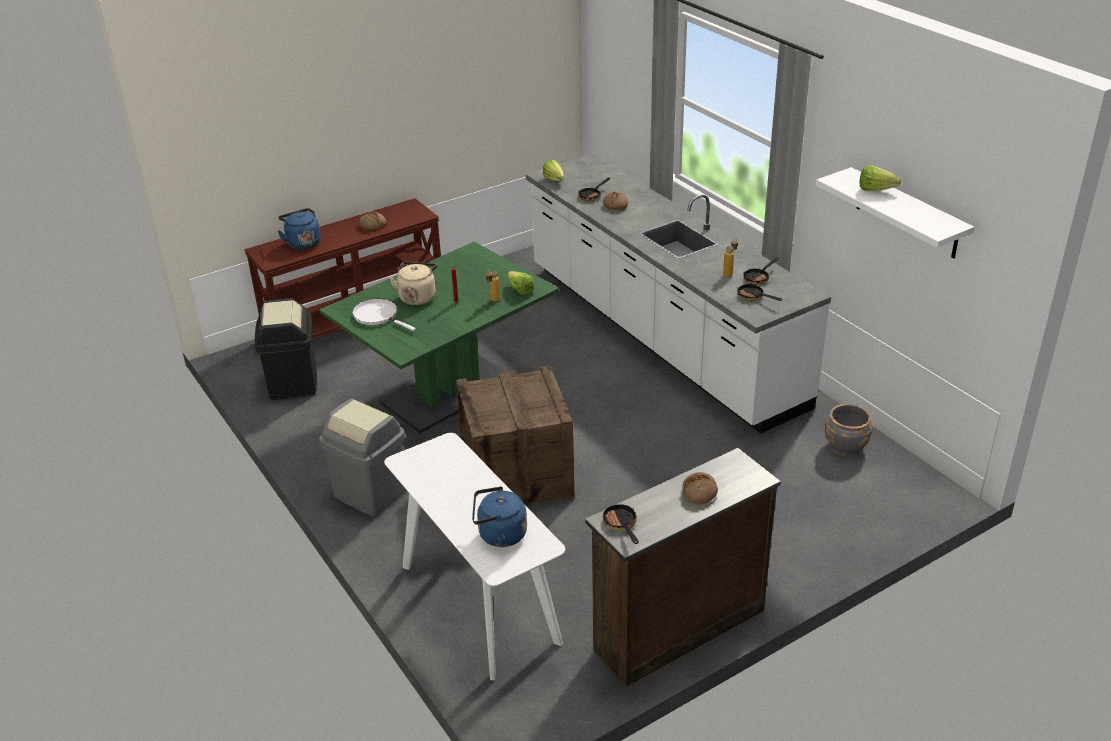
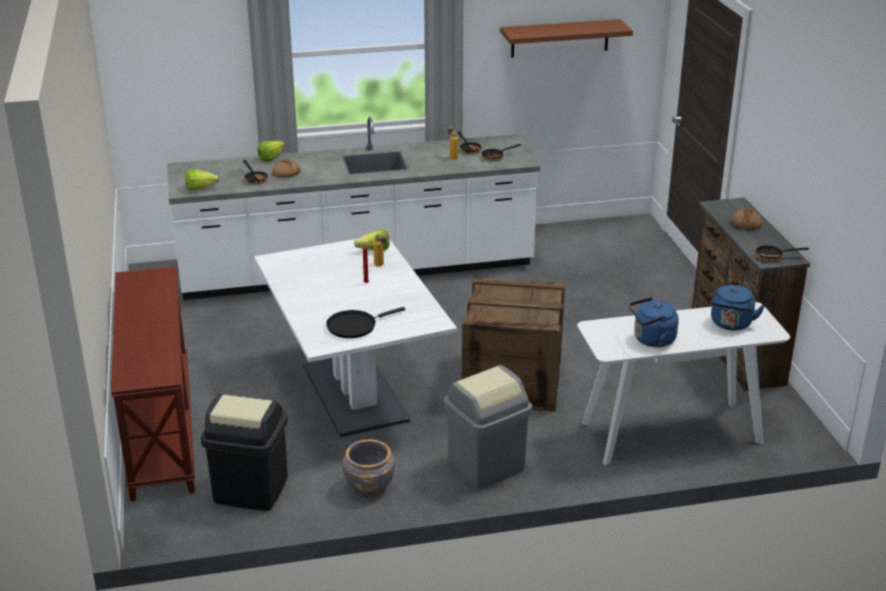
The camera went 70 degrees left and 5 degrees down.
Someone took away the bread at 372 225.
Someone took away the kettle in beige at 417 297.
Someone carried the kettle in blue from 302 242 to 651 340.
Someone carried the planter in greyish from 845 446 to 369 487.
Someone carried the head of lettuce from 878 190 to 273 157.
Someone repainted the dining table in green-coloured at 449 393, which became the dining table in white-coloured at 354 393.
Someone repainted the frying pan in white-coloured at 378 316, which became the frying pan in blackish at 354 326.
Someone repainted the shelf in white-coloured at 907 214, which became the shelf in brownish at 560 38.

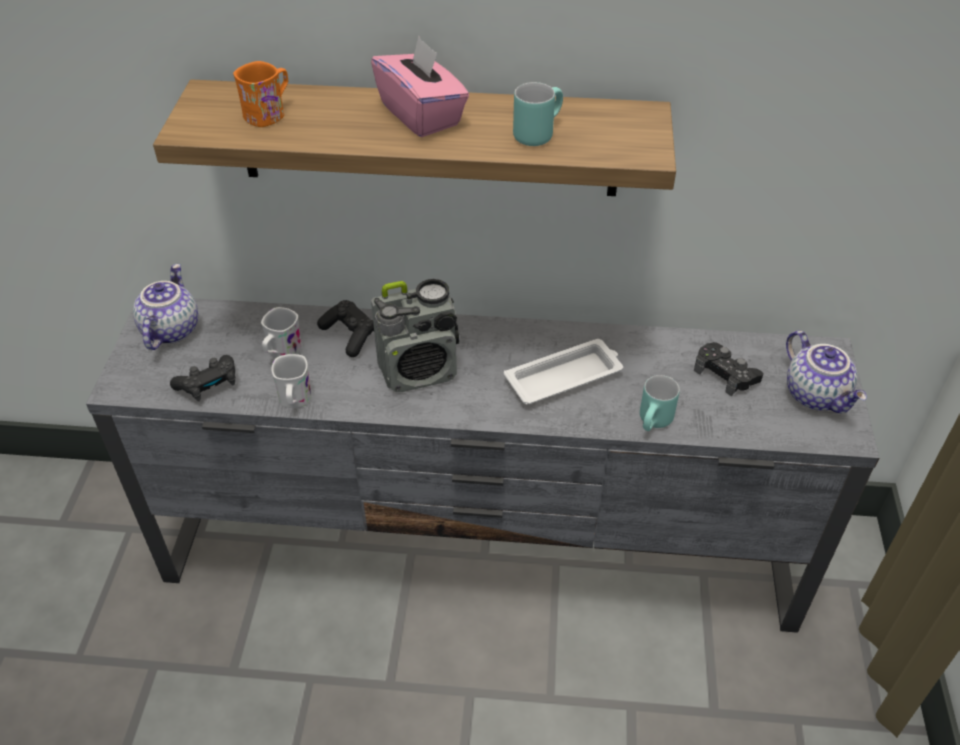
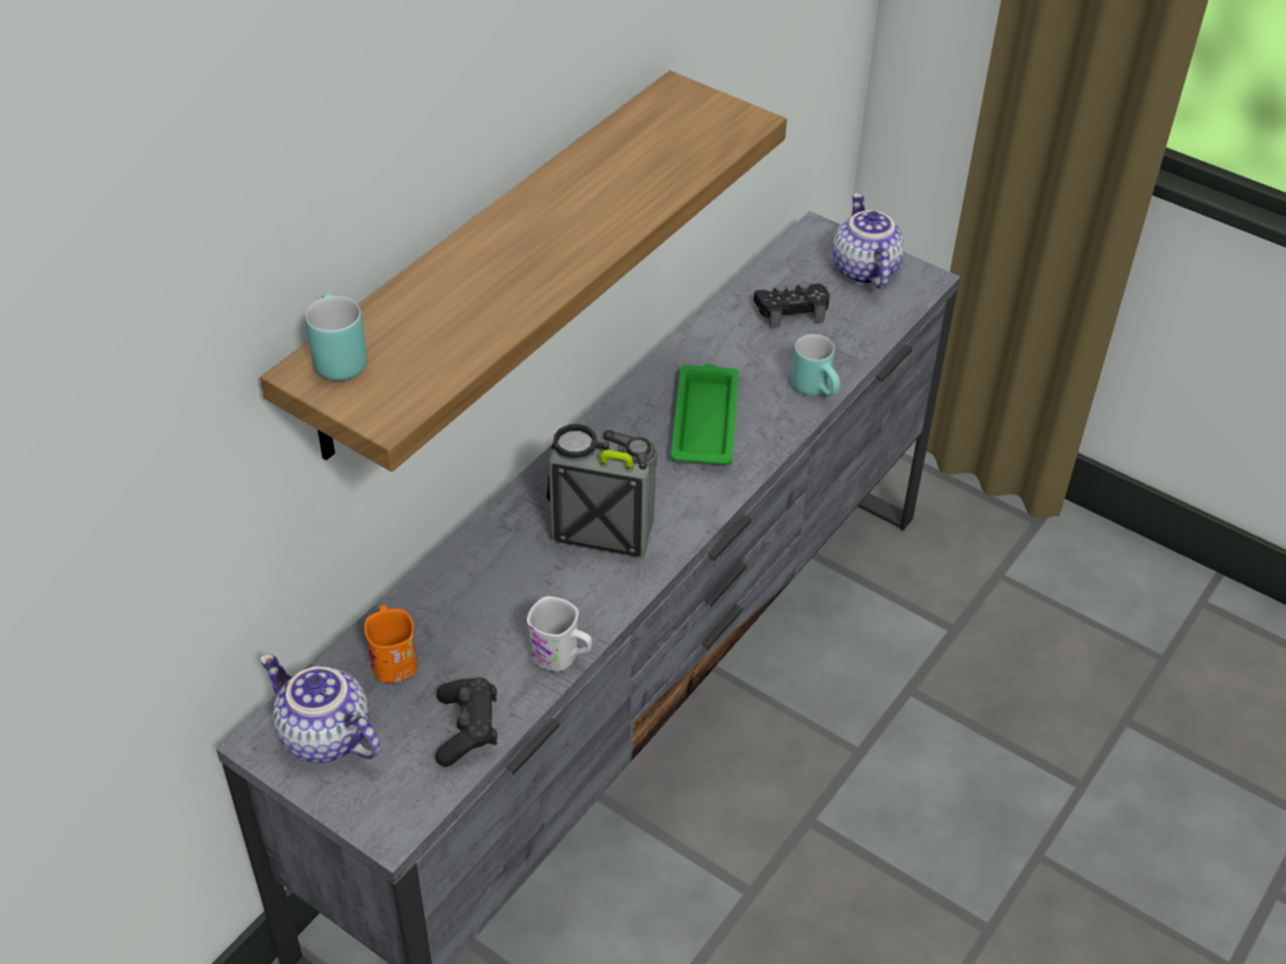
The camera went 60 degrees left and 0 degrees up.
Someone took away the coffee mug in white-coloured at 282 352.
Someone took away the game controller in blackish at 350 335.
Someone took away the box of tissues in pinkish at 422 115.
Someone carried the coffee mug in orange-coloured from 269 113 to 392 658.
Someone carried the coffee mug in turquoise-coloured from 536 132 to 335 358.
Someone repainted the tray in white-coloured at 565 377, which became the tray in green-coloured at 705 420.
Someone rotated the radio set at 419 371 by 90 degrees counterclockwise.
Someone rotated the pot for tea at 817 395 by 105 degrees counterclockwise.

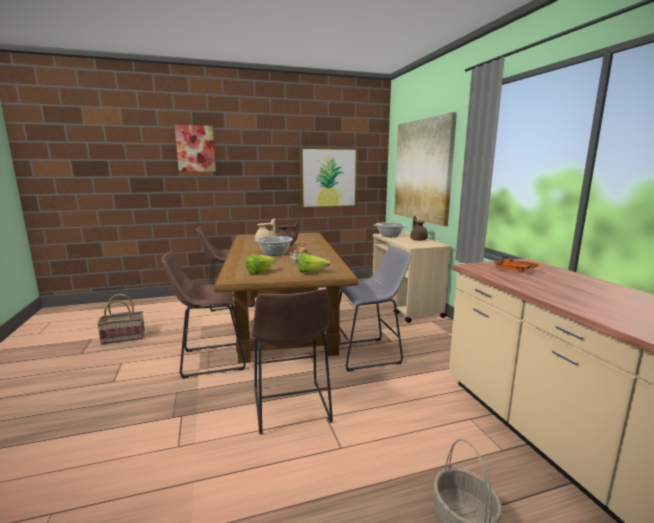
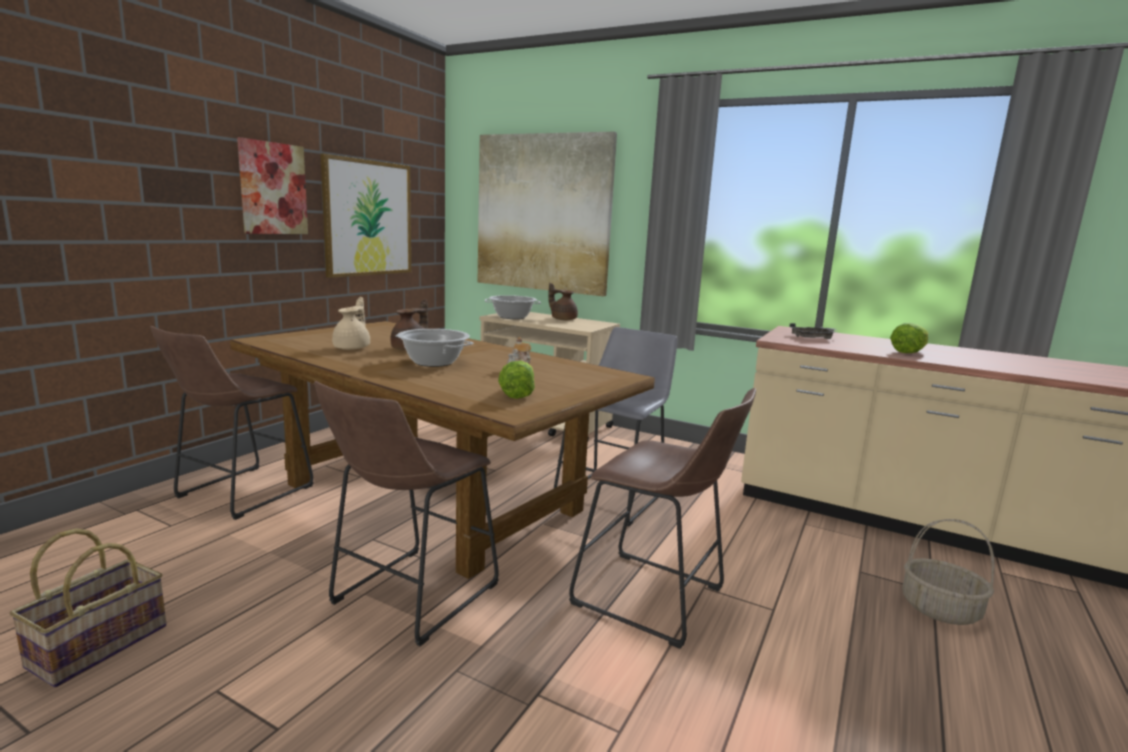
The camera went 45 degrees left and 0 degrees up.
Someone carried the wall picture from 195 148 to 273 188.
Someone carried the head of lettuce from 311 272 to 909 352.
Someone repainted the tray in orange-coloured at 514 270, which became the tray in greyish at 813 338.

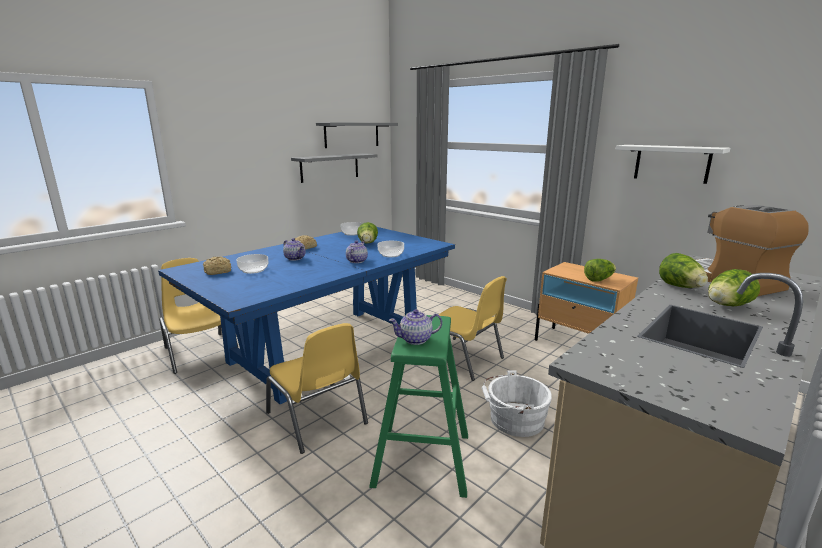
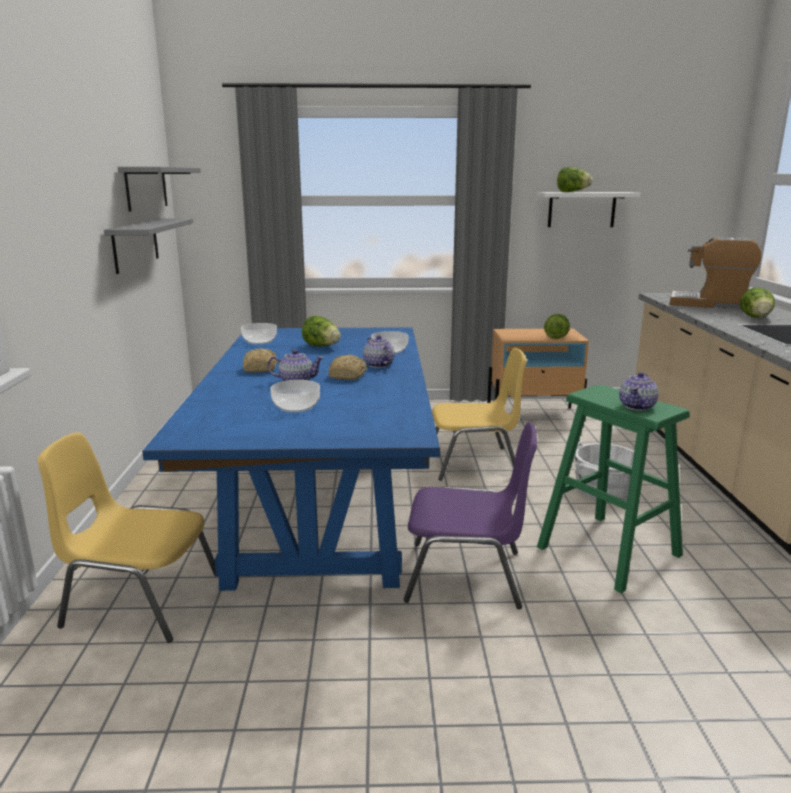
The camera went 45 degrees left and 0 degrees up.
Someone carried the bread from 218 271 to 348 375.
Someone carried the head of lettuce from 680 287 to 572 192.
Someone repainted the upright chair in yellowish at 318 419, which became the upright chair in purple at 466 576.

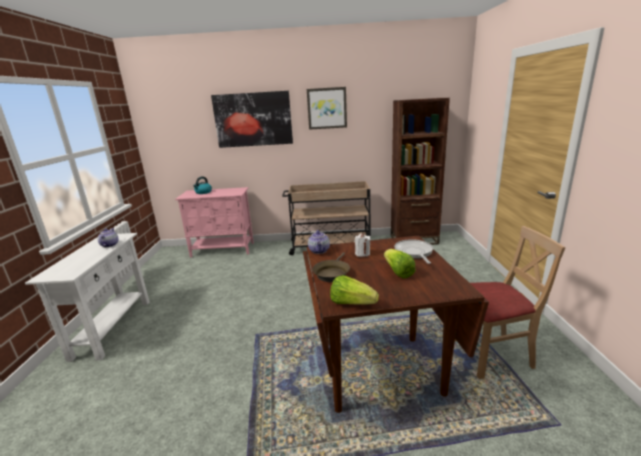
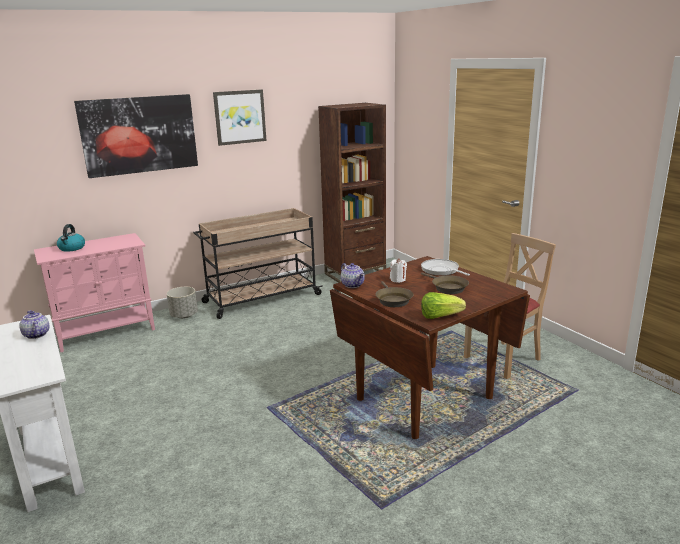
The camera went 30 degrees left and 0 degrees up.
Someone put down the planter in greyish at 184 315.
Someone swapped the head of lettuce at 397 272 for the frying pan in brownish at 447 288.

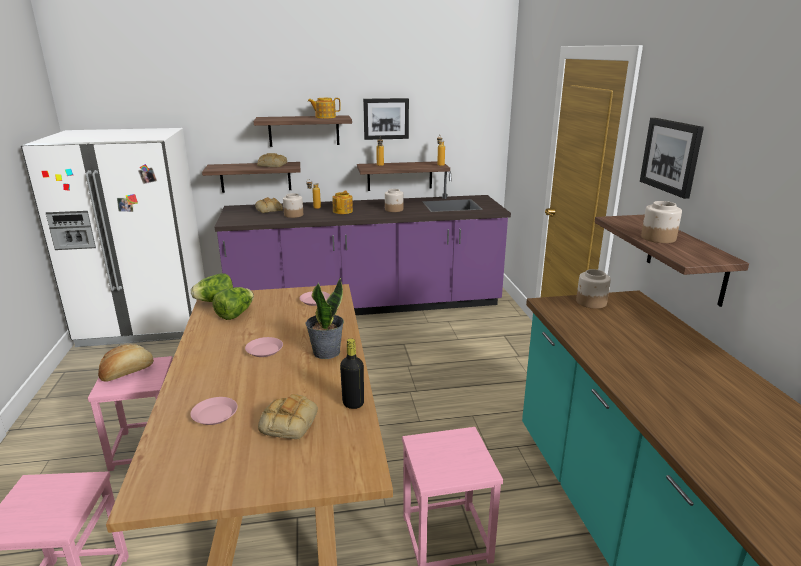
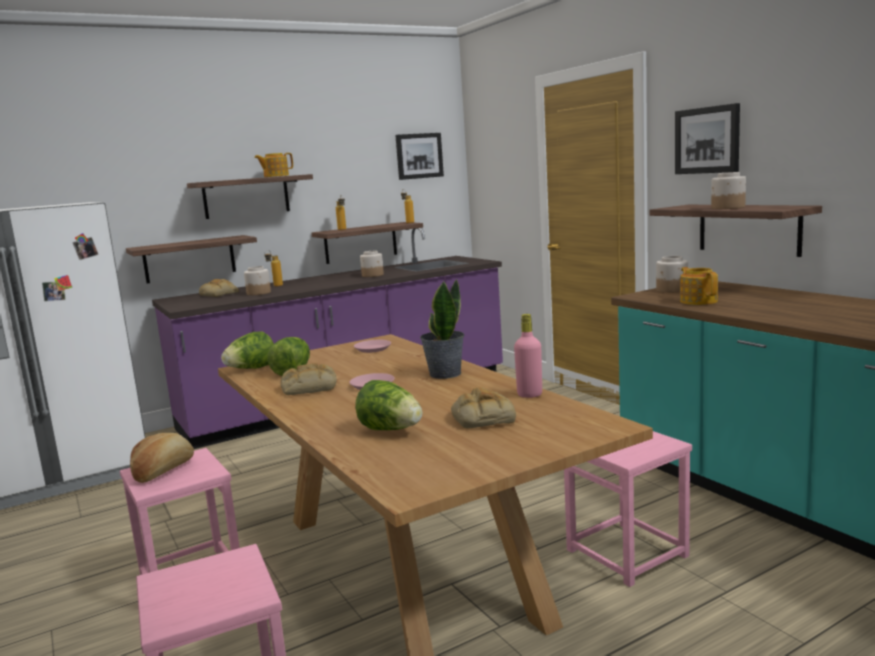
The camera went 20 degrees left and 10 degrees down.
Someone carried the bread from 271 165 to 308 388.
Someone carried the pot for tea from 343 211 to 698 301.
Someone carried the wall picture from 386 118 to 419 156.
Someone swapped the flat dish in pinkish at 214 414 for the head of lettuce at 391 430.
Someone repainted the drink bottle in blackish at 353 403, which became the drink bottle in pinkish at 529 395.

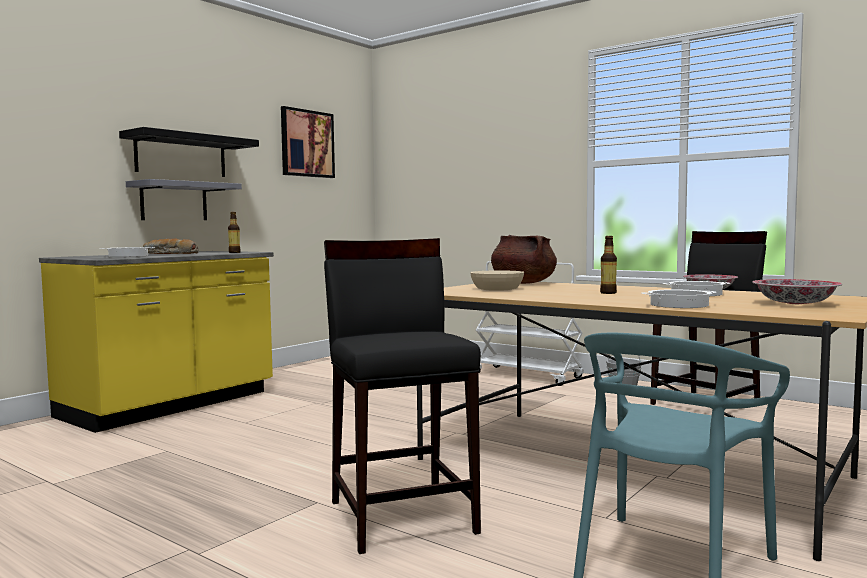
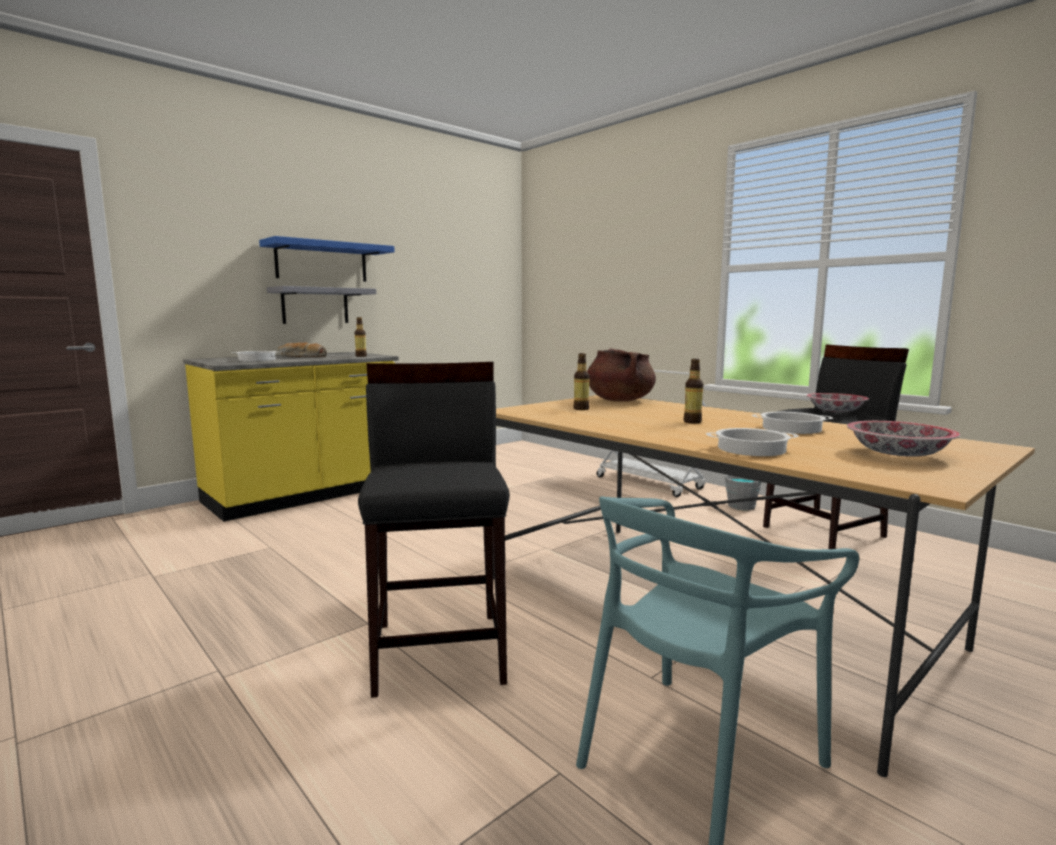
The camera went 10 degrees right and 5 degrees up.
Someone took away the wall picture at 307 143.
Someone swapped the deep dish in beige at 496 289 for the drink bottle at 581 409.
Someone repainted the shelf in blackish at 181 156, which became the shelf in blue at 322 262.

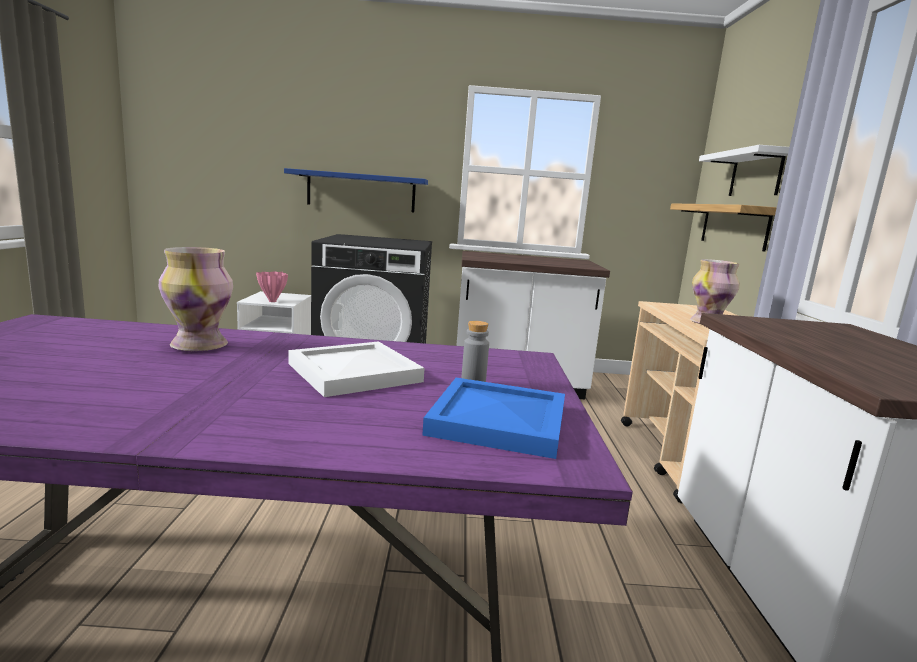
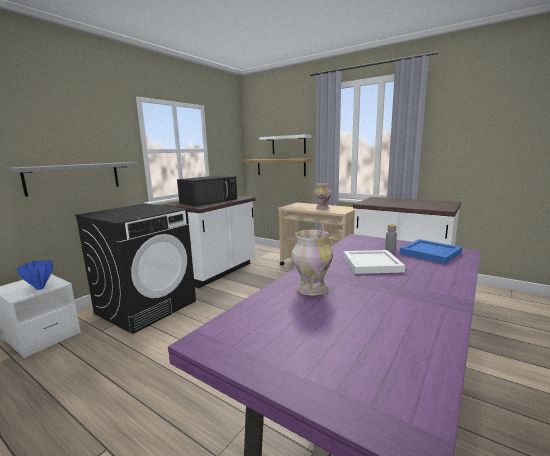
The camera went 55 degrees left and 0 degrees up.
Someone put down the microwave in blackish at 209 201.
Someone repainted the decorative vase in pinkish at 272 301, which became the decorative vase in blue at 40 288.
Someone repainted the shelf in blue at 361 191, which became the shelf in greyish at 74 177.

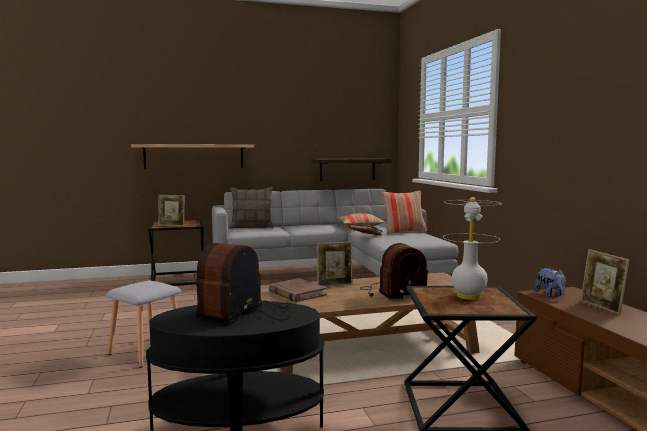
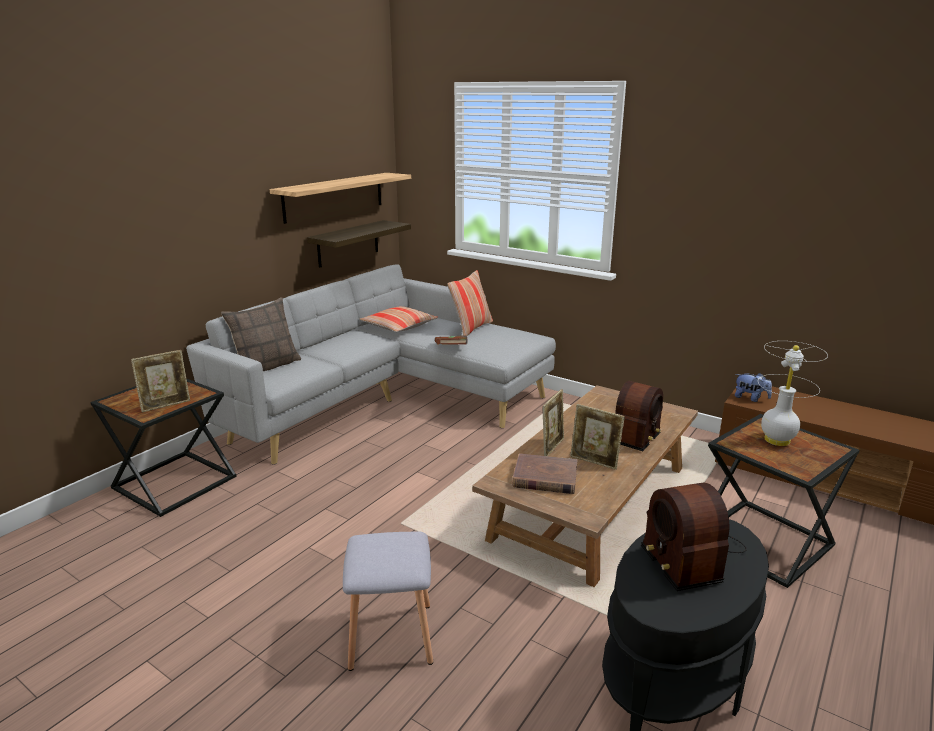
The camera went 40 degrees left and 15 degrees up.
Someone carried the shelf from 194 156 to 334 196.
Someone carried the picture frame from 601 307 to 594 462.

